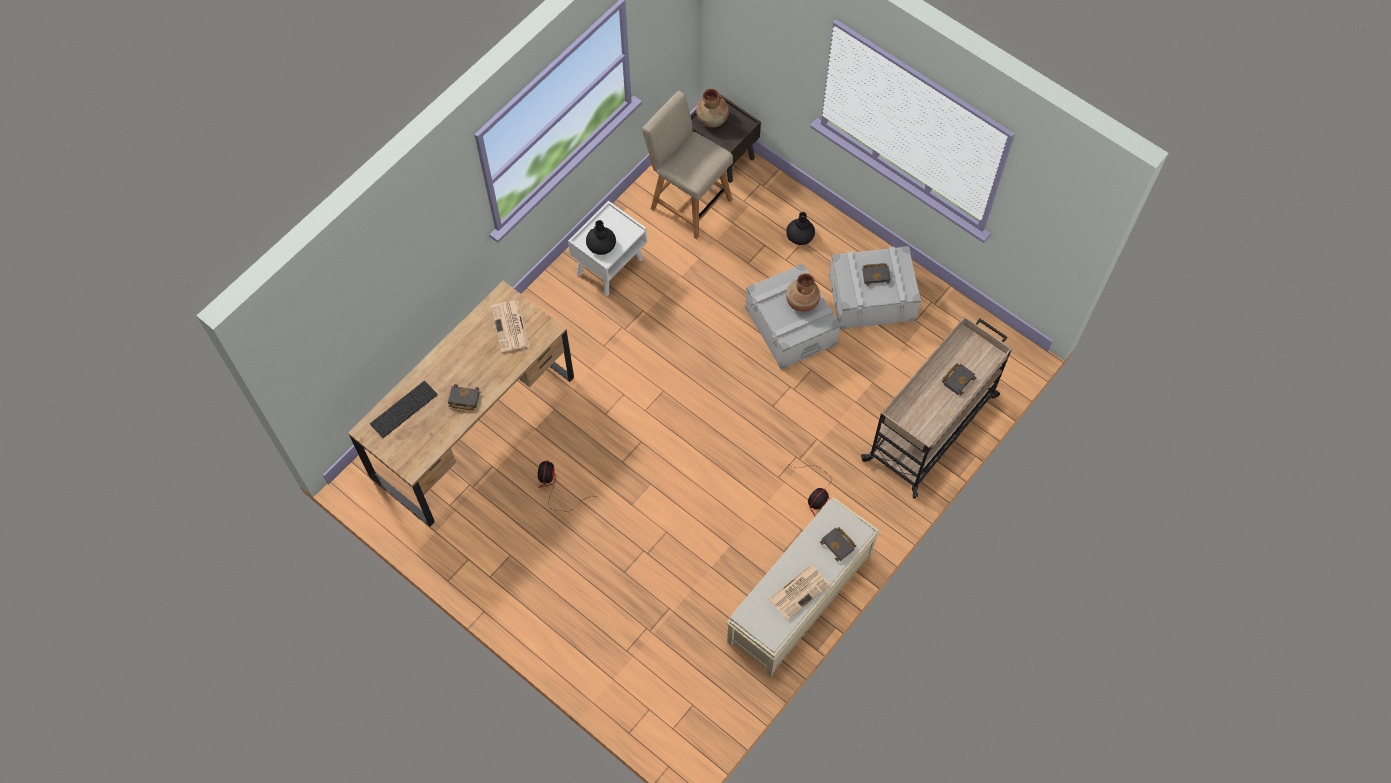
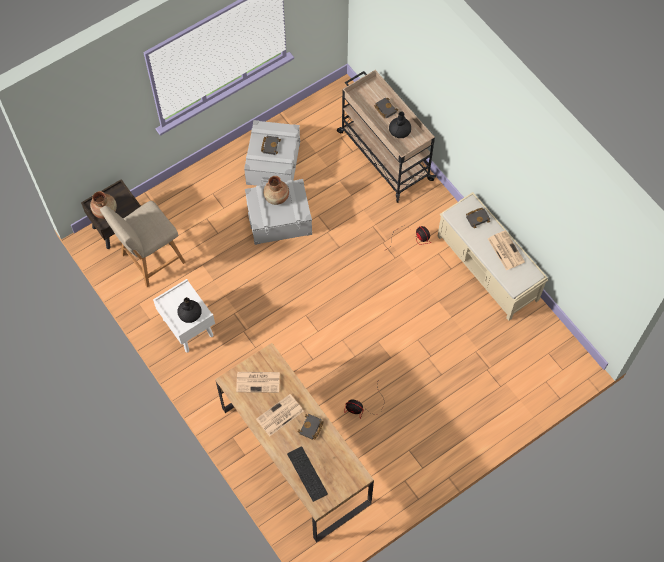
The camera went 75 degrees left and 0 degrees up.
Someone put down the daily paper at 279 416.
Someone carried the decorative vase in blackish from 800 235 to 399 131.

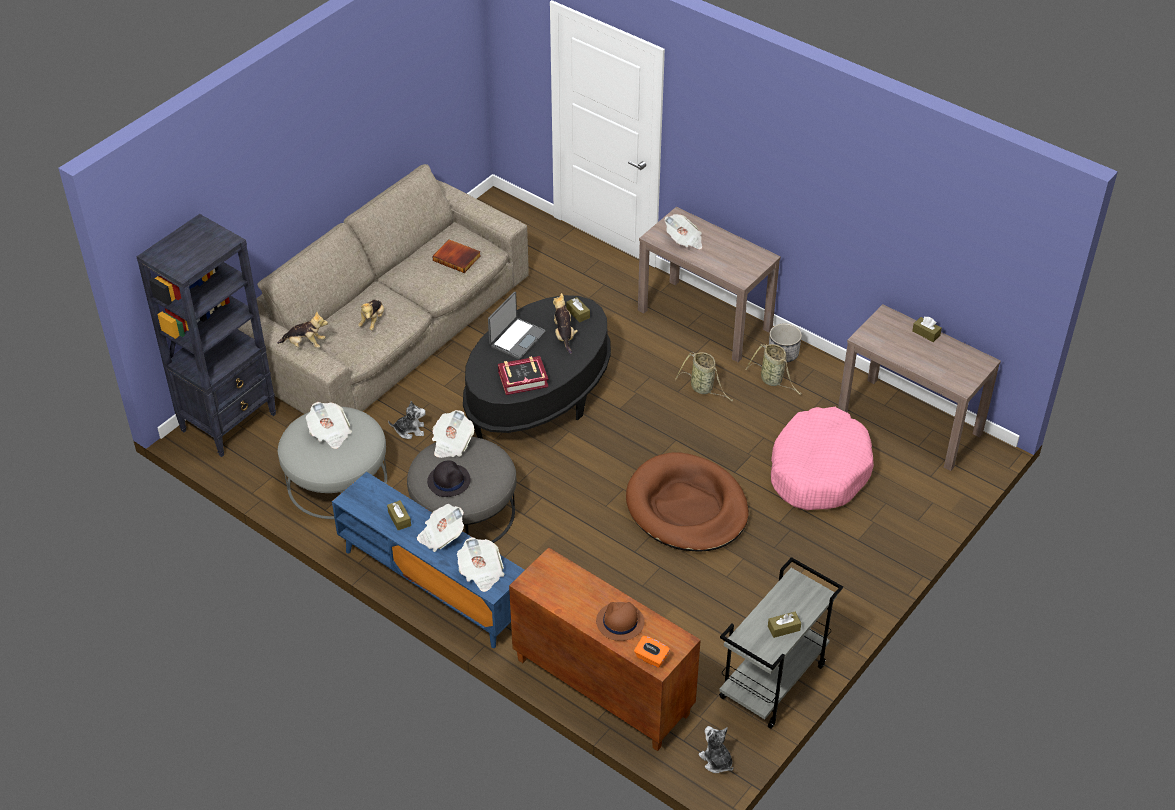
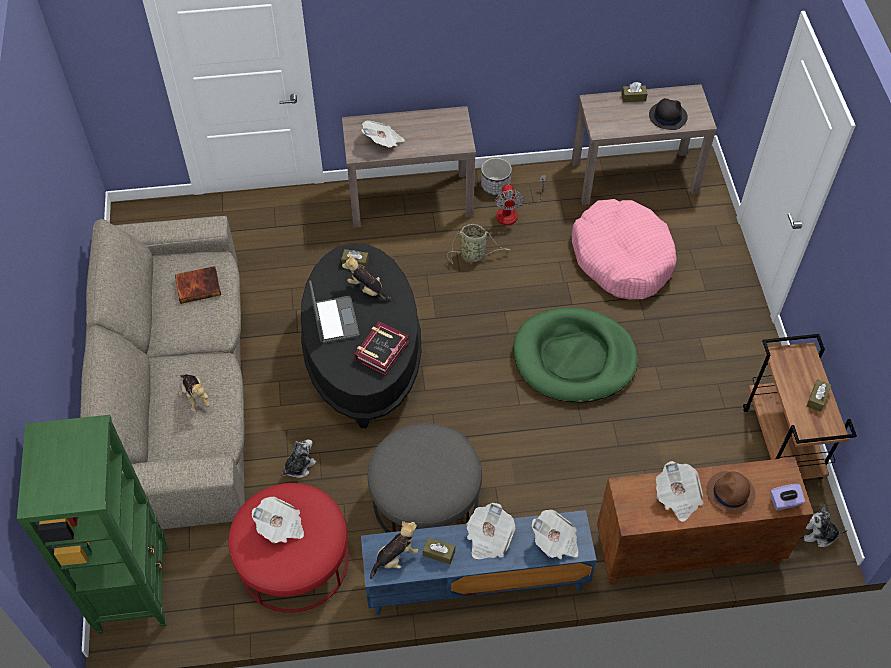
The camera went 45 degrees left and 10 degrees up.
Someone carried the plush toy from 305 344 to 395 557.
Someone carried the hat in blackish from 449 481 to 667 116.
Someone carried the daily paper from 451 443 to 677 497.
Someone swapped the storage basket at 773 380 for the fan at 513 212.
Someone repainted the shelving unit in blackish at 229 422, which became the shelving unit in green-coloured at 134 587.
Someone repainted the ottoman in greyish at 337 481, which became the ottoman in red at 293 560.
Someone repainted the dog bed in brownish at 687 507, which became the dog bed in green-coloured at 574 358.
Someone repainted the box of tissues in orange-coloured at 651 658, which became the box of tissues in purple at 784 502.
Someone repainted the cart in greyish at 773 683, which became the cart in brownish at 782 443.

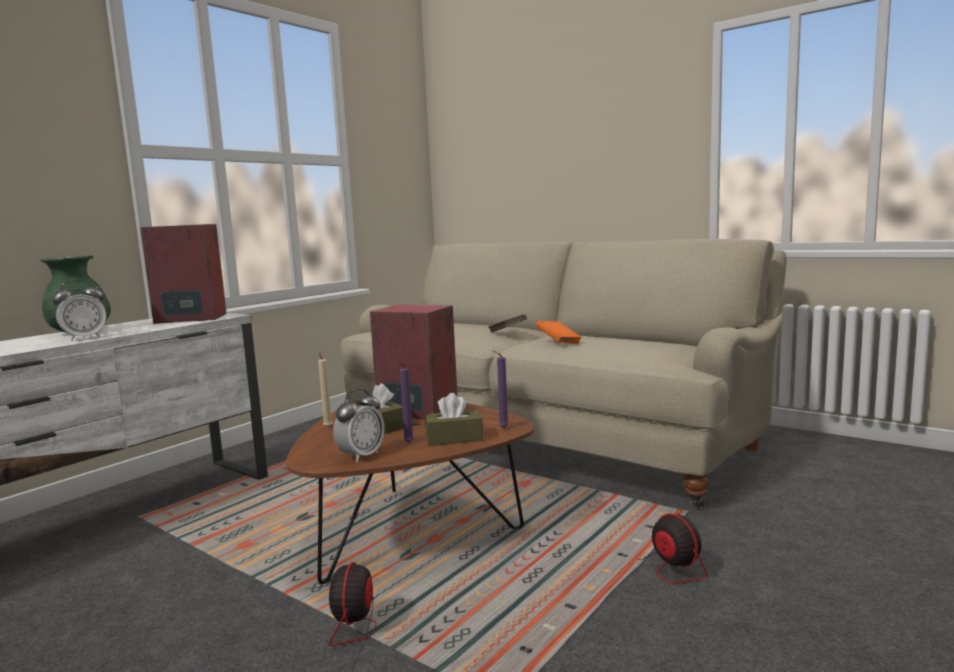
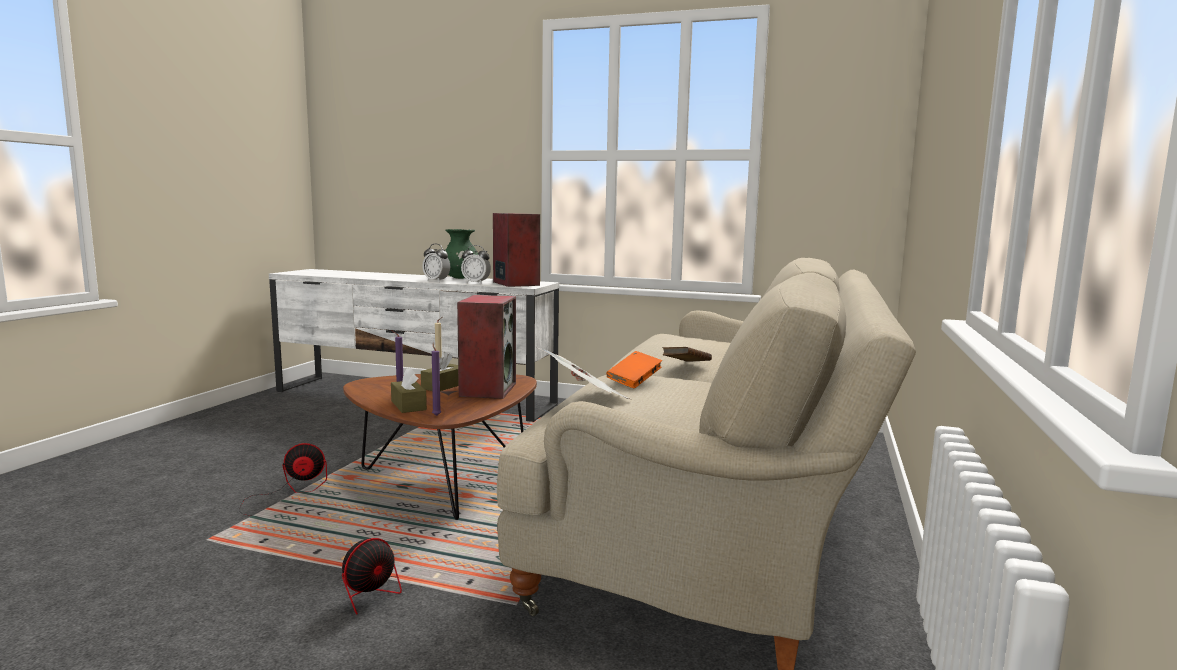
The camera went 70 degrees right and 0 degrees up.
Someone put down the daily paper at 584 398.
Someone carried the bedside clock from 361 456 to 476 283.

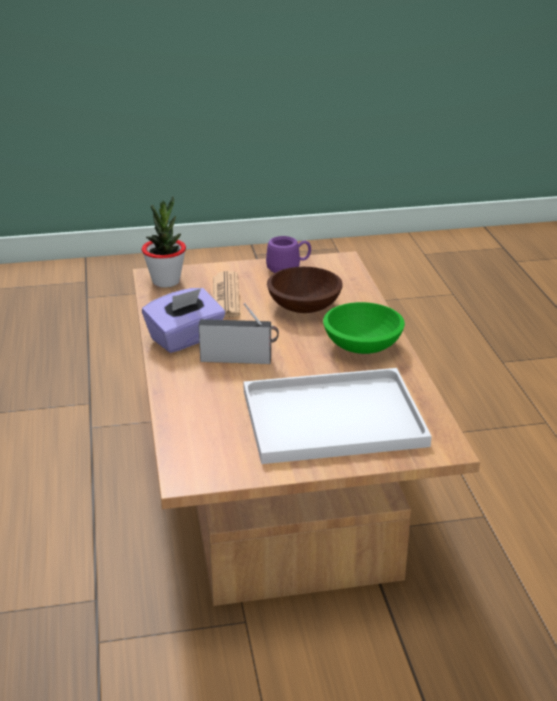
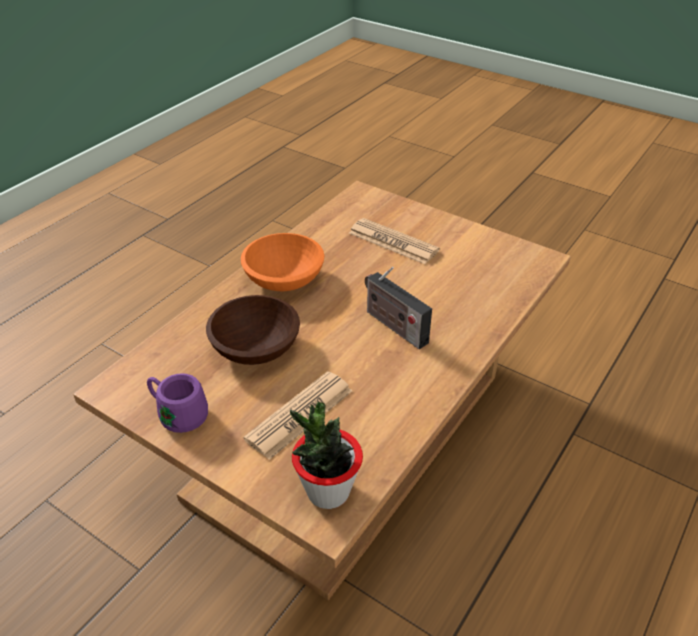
The camera went 135 degrees left and 10 degrees up.
Someone took away the box of tissues in purple at 185 339.
Someone swapped the tray in white-coloured at 336 416 for the daily paper at 393 242.
Someone repainted the deep dish in green-coloured at 362 346, which became the deep dish in orange-coloured at 285 279.

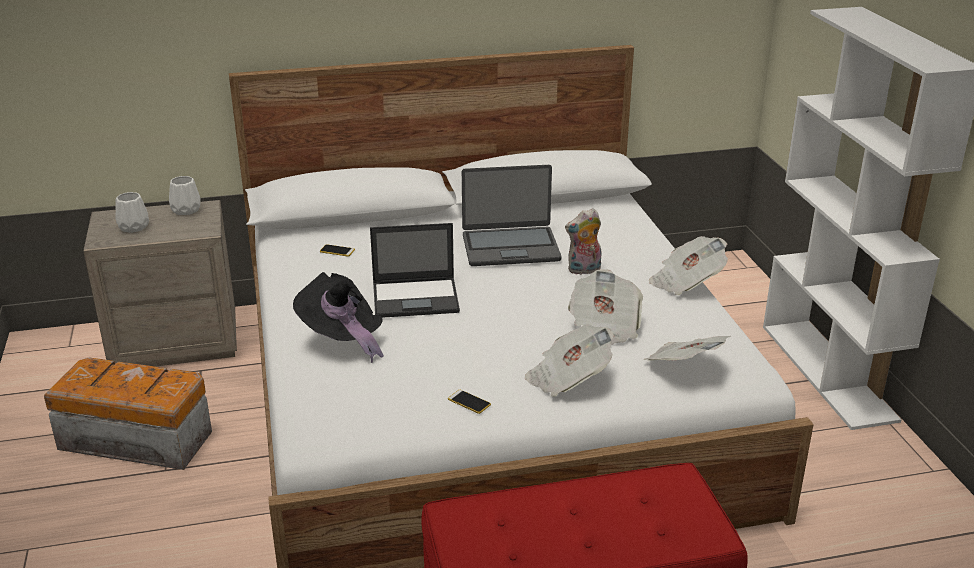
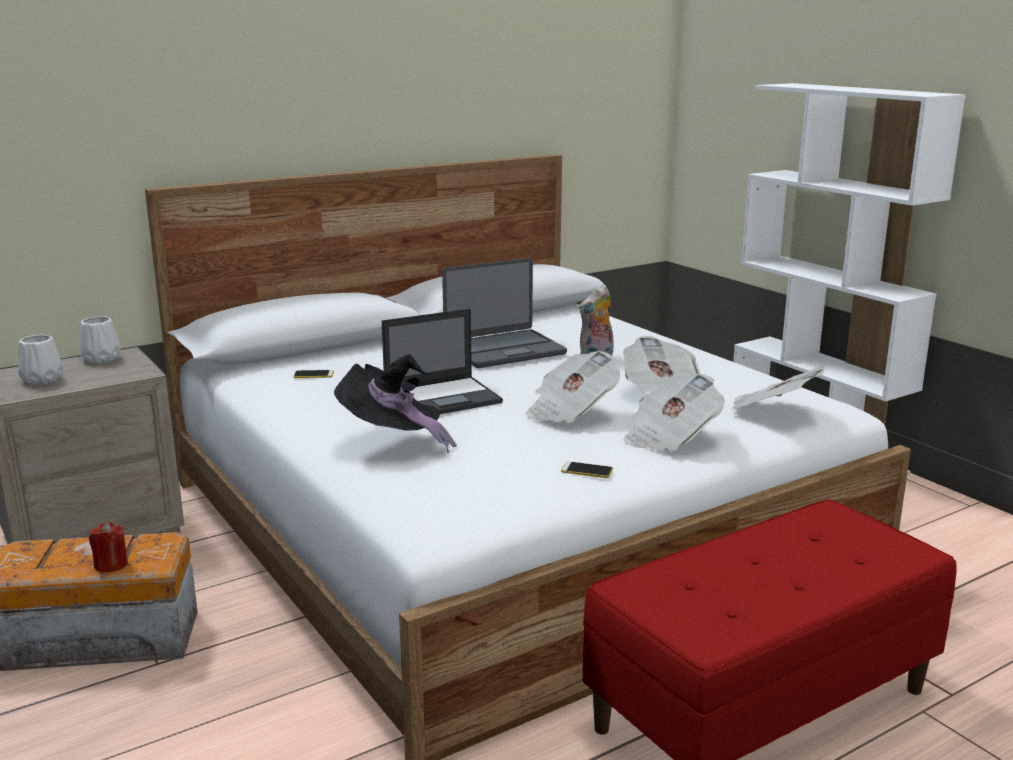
The camera went 20 degrees left and 10 degrees down.
Someone put down the wax candle in red at 111 564.
Someone carried the daily paper from 686 282 to 570 411.

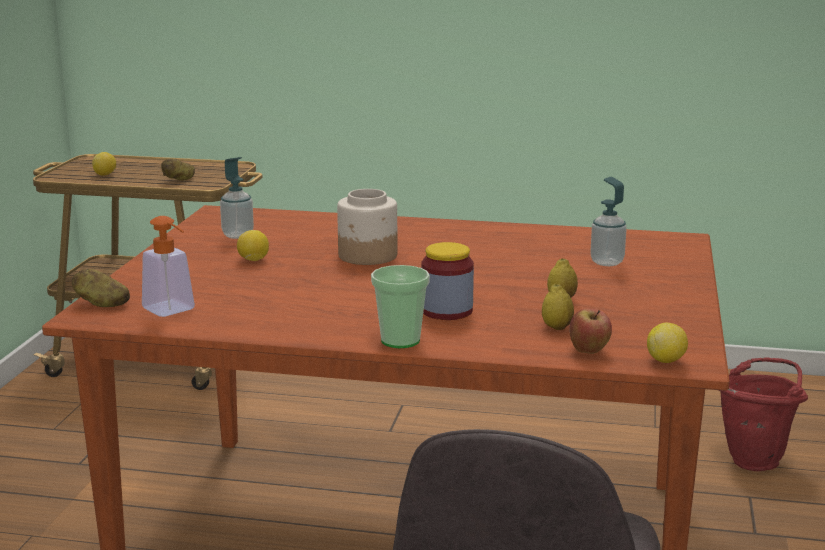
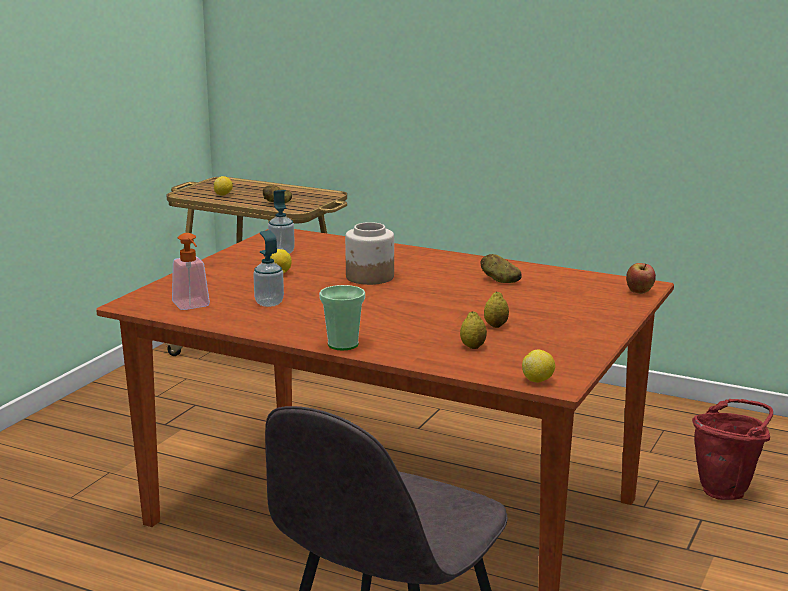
The camera went 15 degrees right and 0 degrees up.
Someone took away the jar at 447 311.
Someone carried the potato from 101 304 to 500 280.
Someone carried the apple from 589 351 to 639 292.
Someone carried the soap bottle from 607 262 to 269 303.

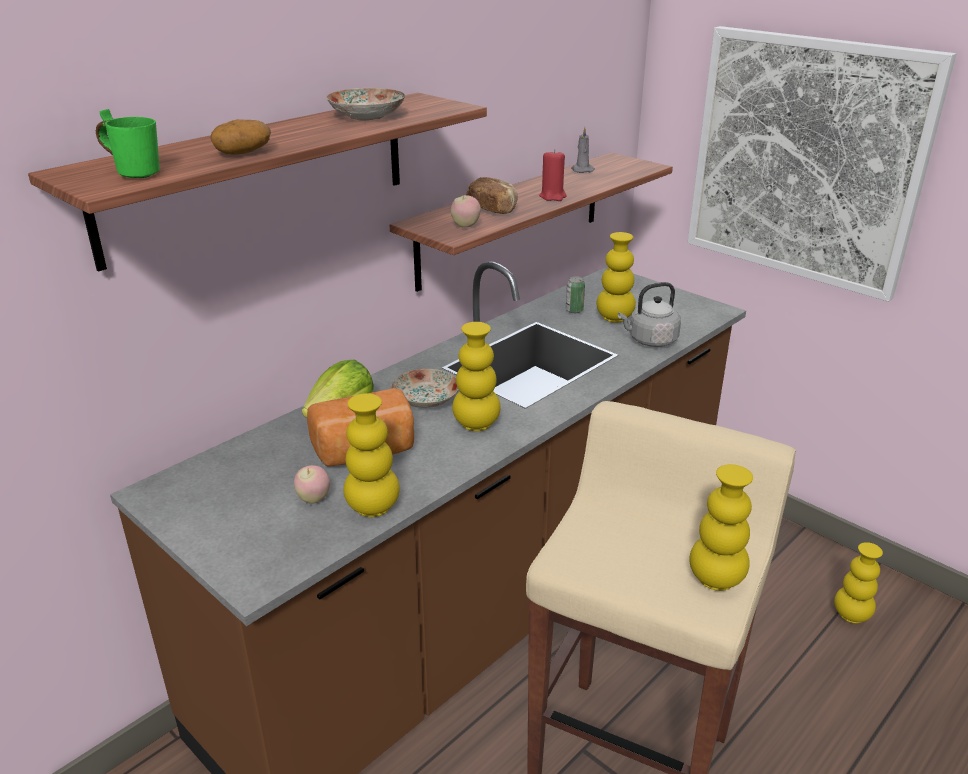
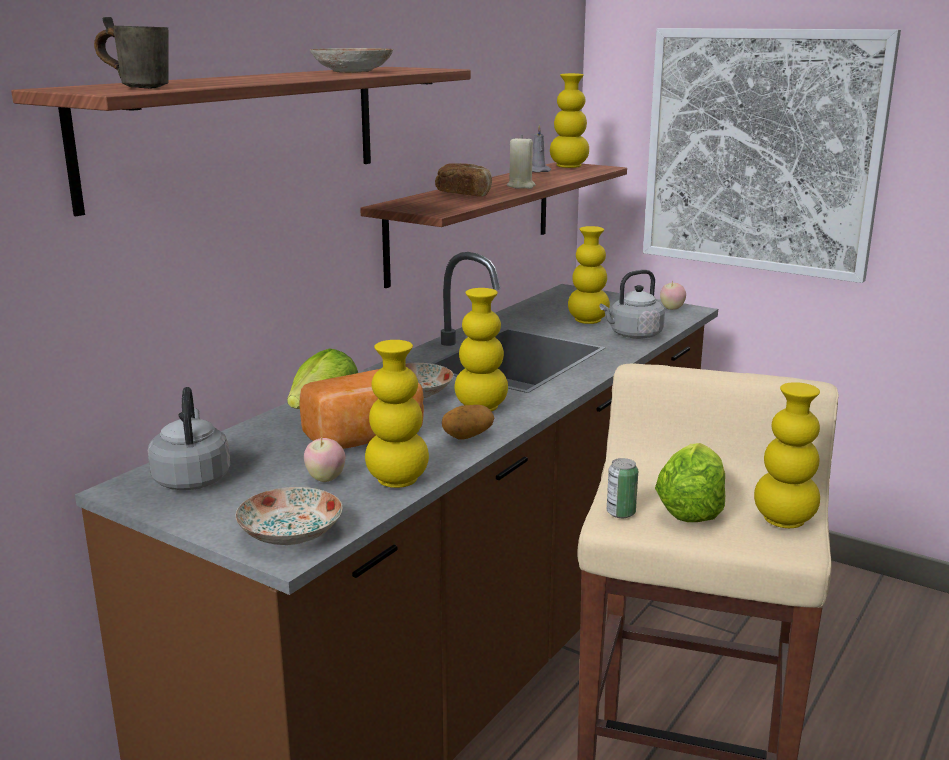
The camera went 10 degrees left and 10 degrees down.
Someone put down the kettle in greyish at 192 478.
Someone put down the flat dish at 289 534.
Someone put down the head of lettuce at 690 510.
Someone carried the potato from 243 152 to 468 435.
Someone carried the apple from 465 226 to 672 309.
Someone carried the sealed can from 574 310 to 621 513.
Someone carried the decorative vase in yellowish from 851 615 to 568 167.
Someone repainted the coffee mug in green-coloured at 136 172, which became the coffee mug in greyish at 140 87.
Someone repainted the wax candle in red at 552 197, which became the wax candle in beige at 521 186.

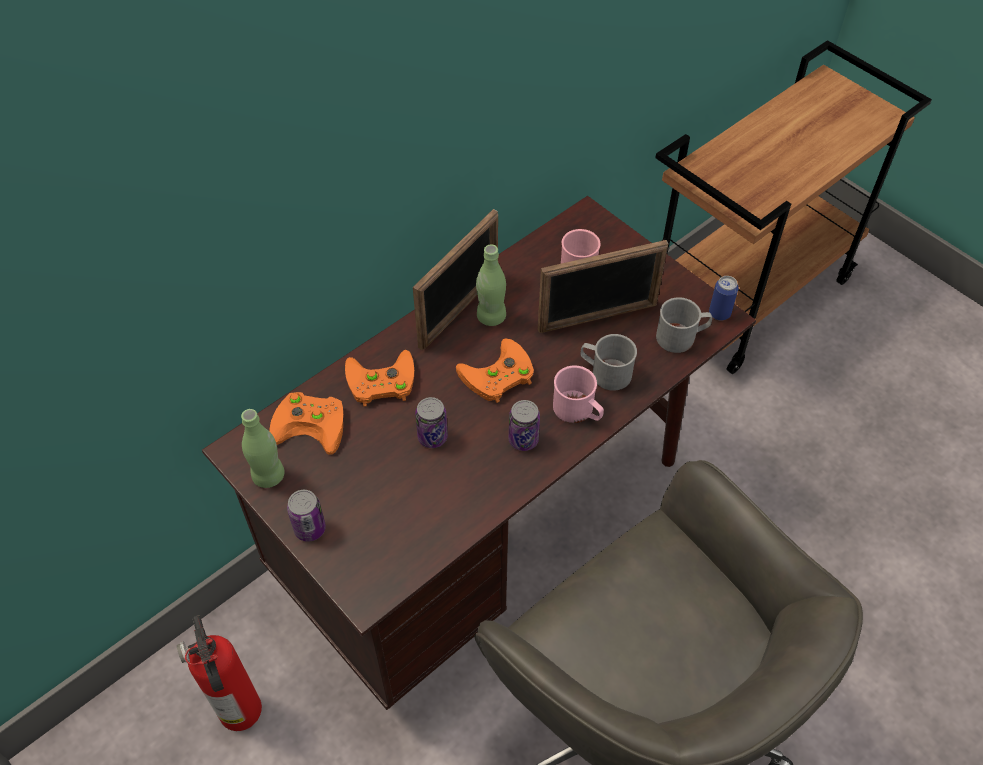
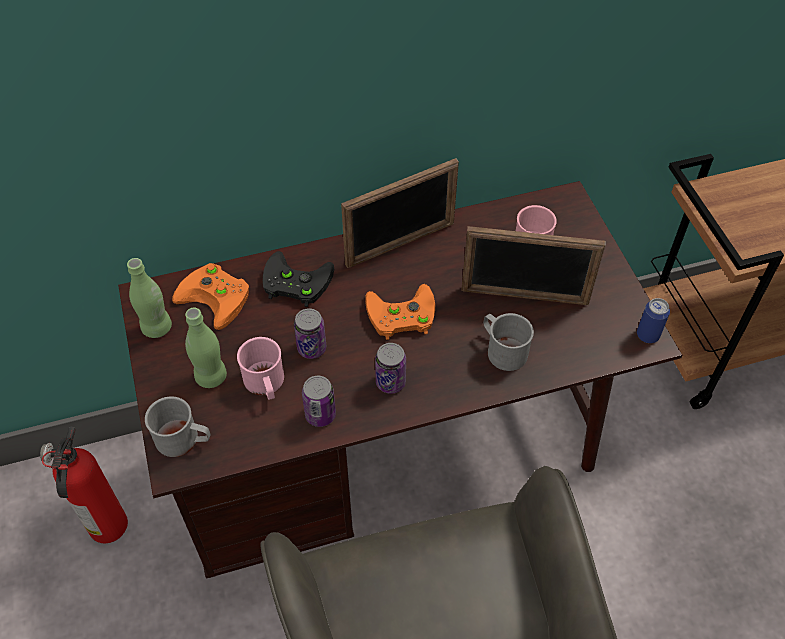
The camera went 25 degrees right and 0 degrees up.
Someone carried the sealed can from 310 529 to 320 415.
Someone carried the drink bottle in green-coloured from 491 317 to 211 376.
Someone carried the coffee mug in pinkish from 578 411 to 265 384.
Someone carried the coffee mug in greyish from 681 337 to 184 440.
Someone repainted the game controller in orange-coloured at 379 383, which became the game controller in blackish at 293 283.

